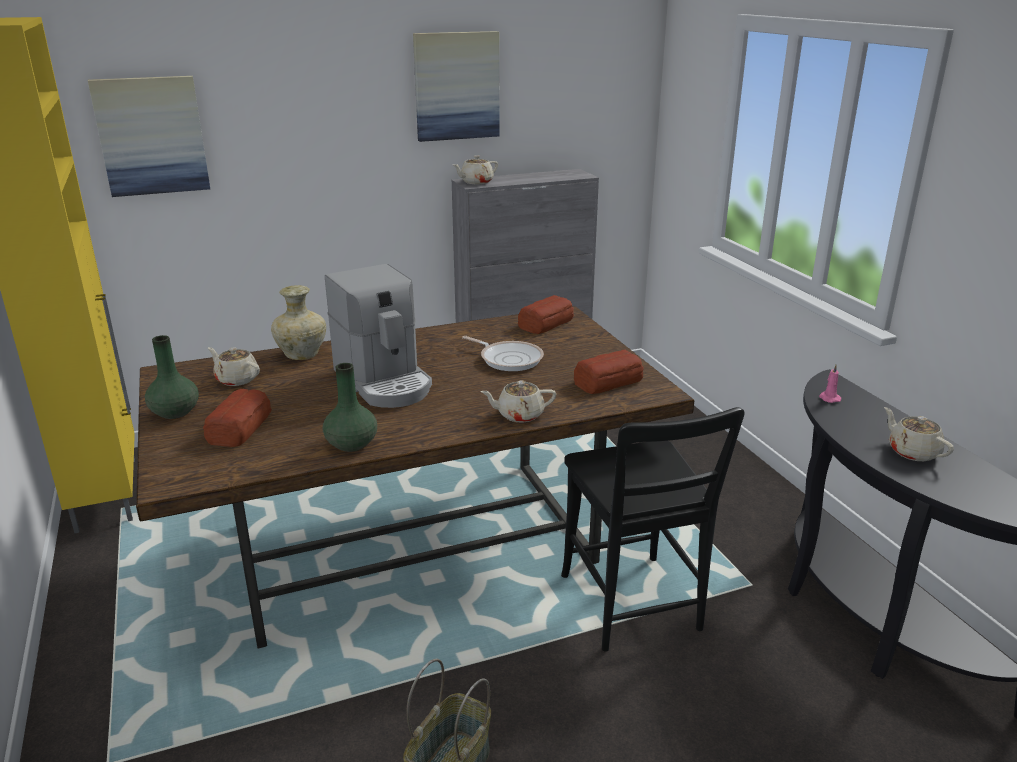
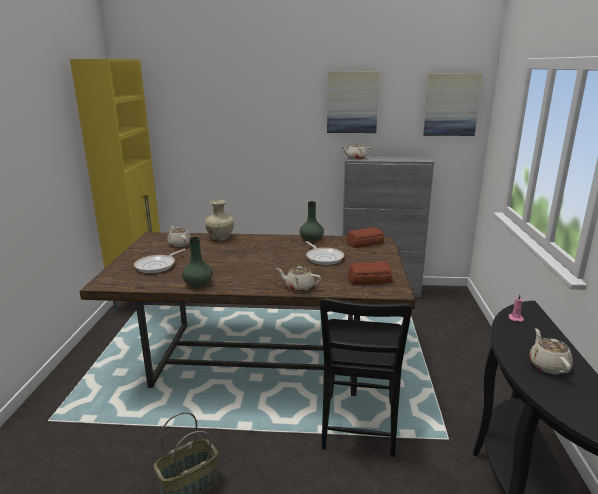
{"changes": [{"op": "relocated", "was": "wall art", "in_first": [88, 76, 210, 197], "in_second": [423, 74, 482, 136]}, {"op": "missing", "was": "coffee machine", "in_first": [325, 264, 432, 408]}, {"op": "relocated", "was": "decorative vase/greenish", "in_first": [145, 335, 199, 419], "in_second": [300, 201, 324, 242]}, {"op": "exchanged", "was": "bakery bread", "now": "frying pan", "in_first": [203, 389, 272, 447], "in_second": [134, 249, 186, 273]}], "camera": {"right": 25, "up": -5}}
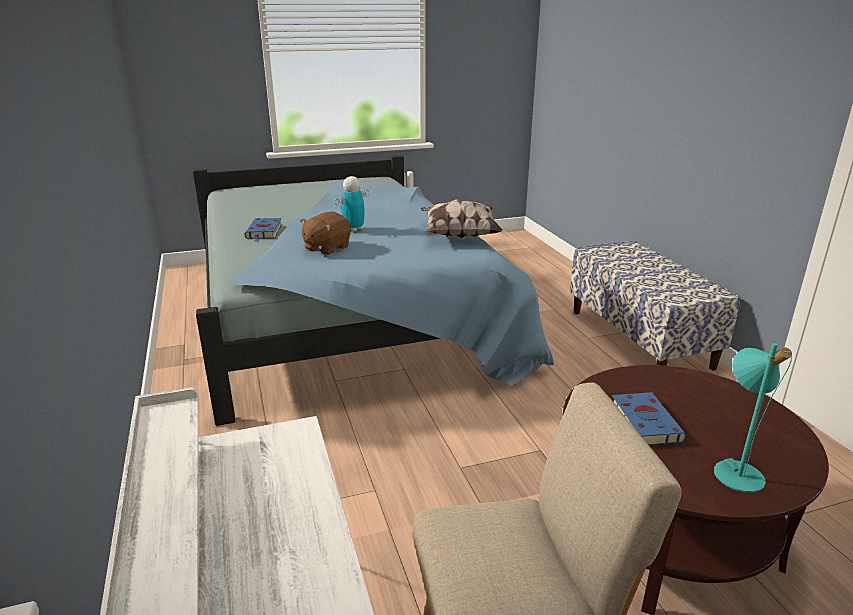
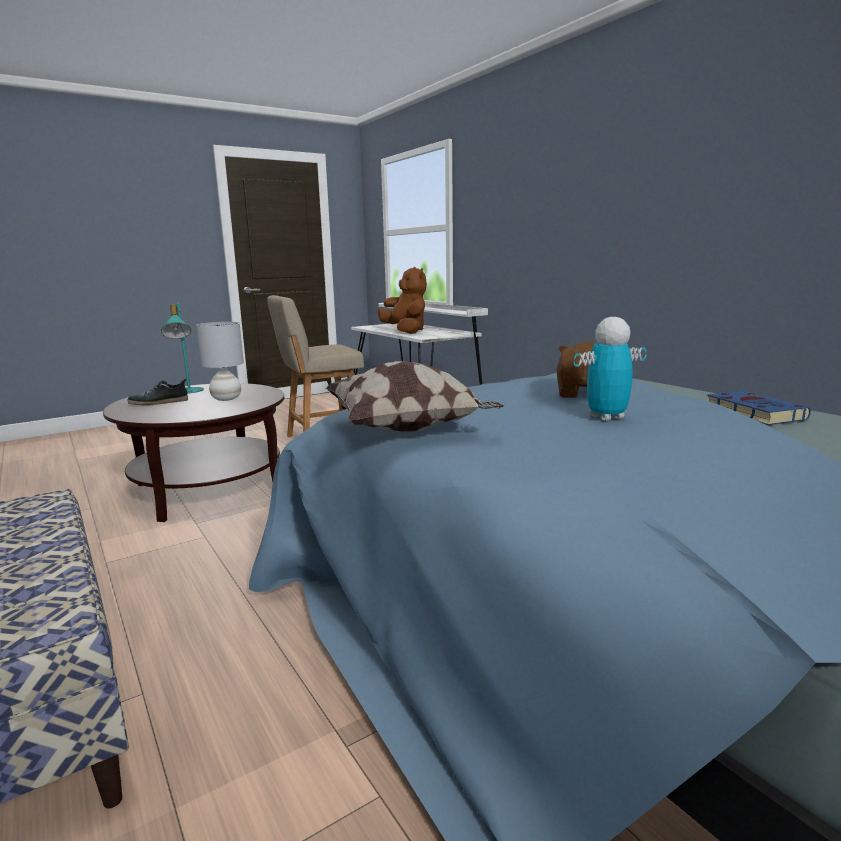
{"changes": [{"op": "spun", "was": "robot figure", "in_first": [335, 176, 369, 232], "in_second": [573, 317, 646, 421], "clockwise": -135}, {"op": "exchanged", "was": "volume/blue-coloured", "now": "lamp for a table/grey", "in_first": [612, 392, 686, 445], "in_second": [196, 322, 244, 401]}, {"op": "appeared", "now": "cuddly toy/brownish", "in_second": [377, 267, 427, 334]}, {"op": "appeared", "now": "shoe", "in_second": [127, 379, 188, 405]}], "camera": {"right": 165, "up": -10}}
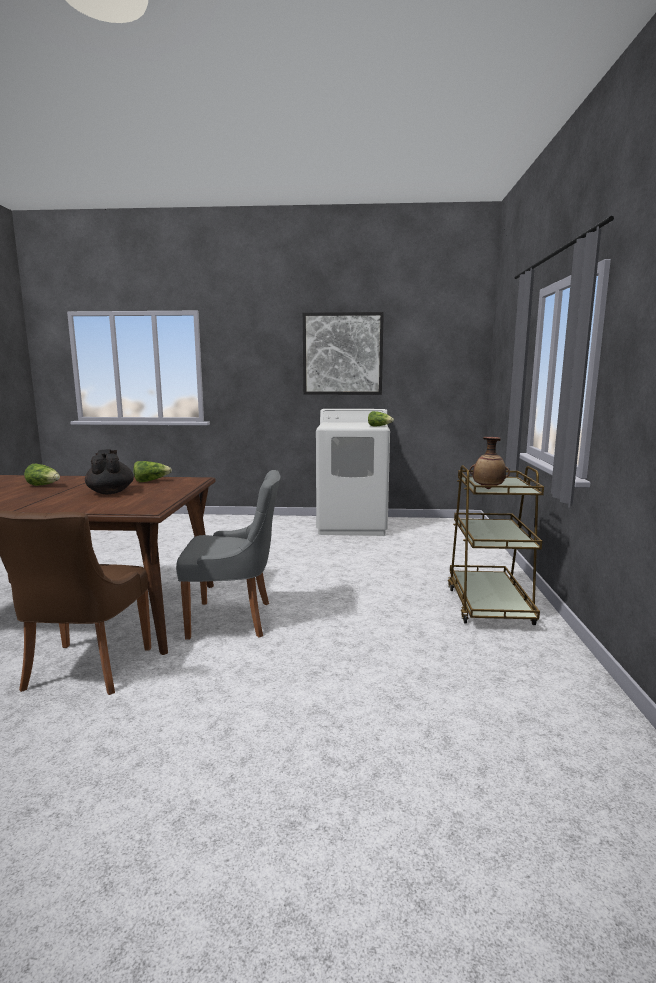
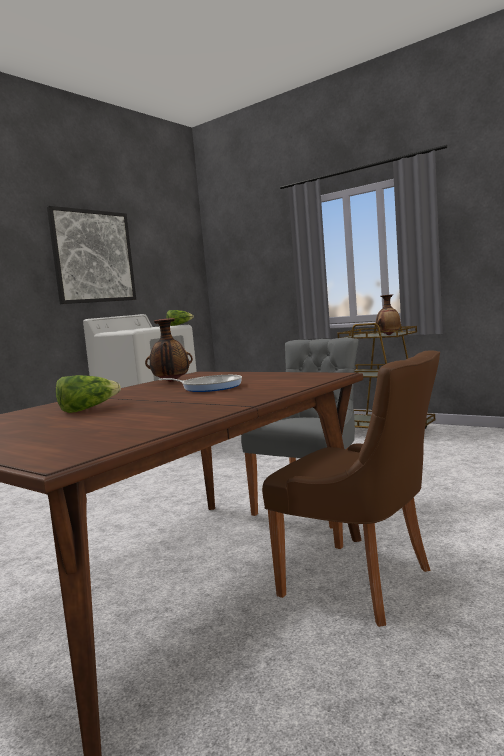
{"changes": [{"op": "exchanged", "was": "teapot/blackish", "now": "frying pan", "in_first": [85, 449, 134, 494], "in_second": [159, 375, 242, 392]}, {"op": "exchanged", "was": "lettuce", "now": "decorative vase", "in_first": [133, 461, 172, 482], "in_second": [145, 318, 193, 382]}], "camera": {"right": -55, "up": -5}}
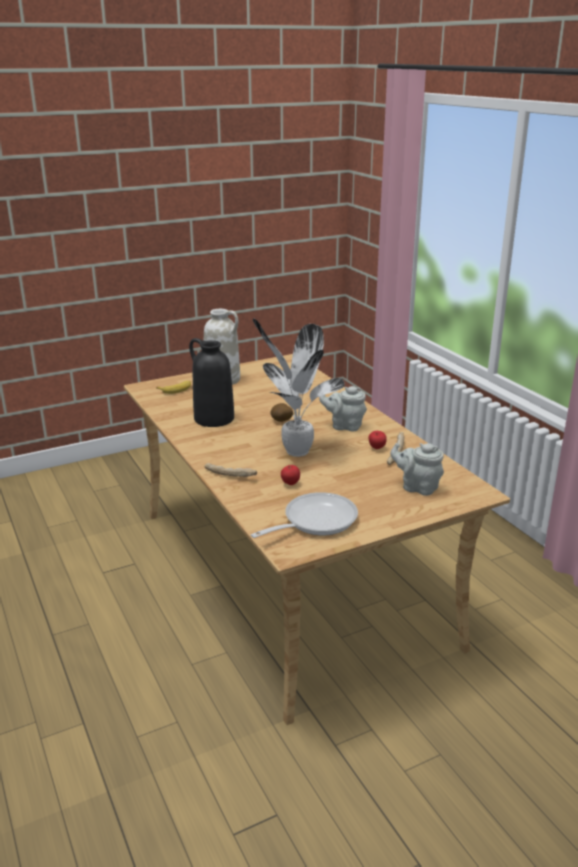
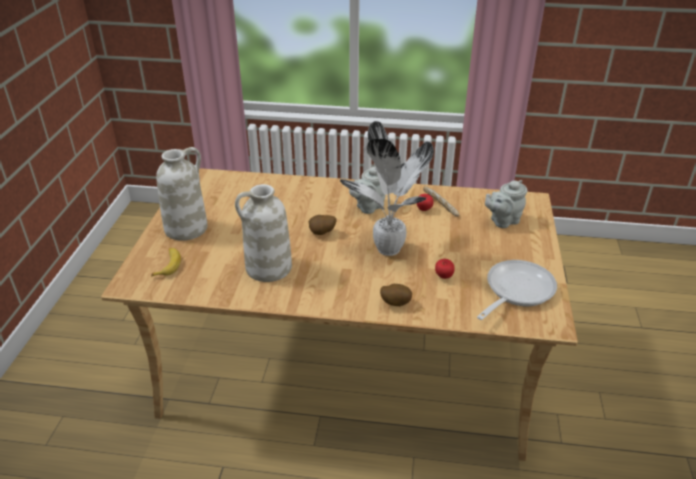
{"changes": [{"op": "colour", "was": "decorative vase/blackish", "now": "decorative vase/white-coloured", "in_first": [189, 338, 234, 427], "in_second": [235, 184, 292, 282]}, {"op": "exchanged", "was": "bakery bread", "now": "spud", "in_first": [204, 463, 257, 477], "in_second": [380, 284, 412, 306]}, {"op": "spun", "was": "frying pan", "in_first": [251, 492, 358, 538], "in_second": [477, 260, 557, 320], "clockwise": 45}], "camera": {"right": -55, "up": 10}}
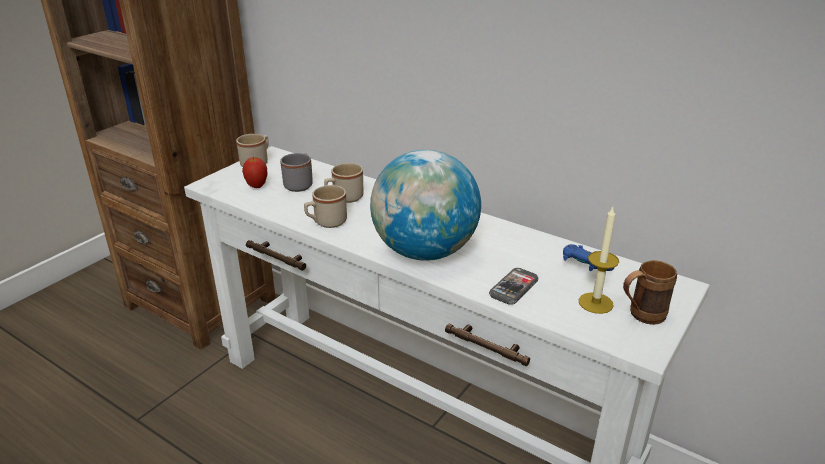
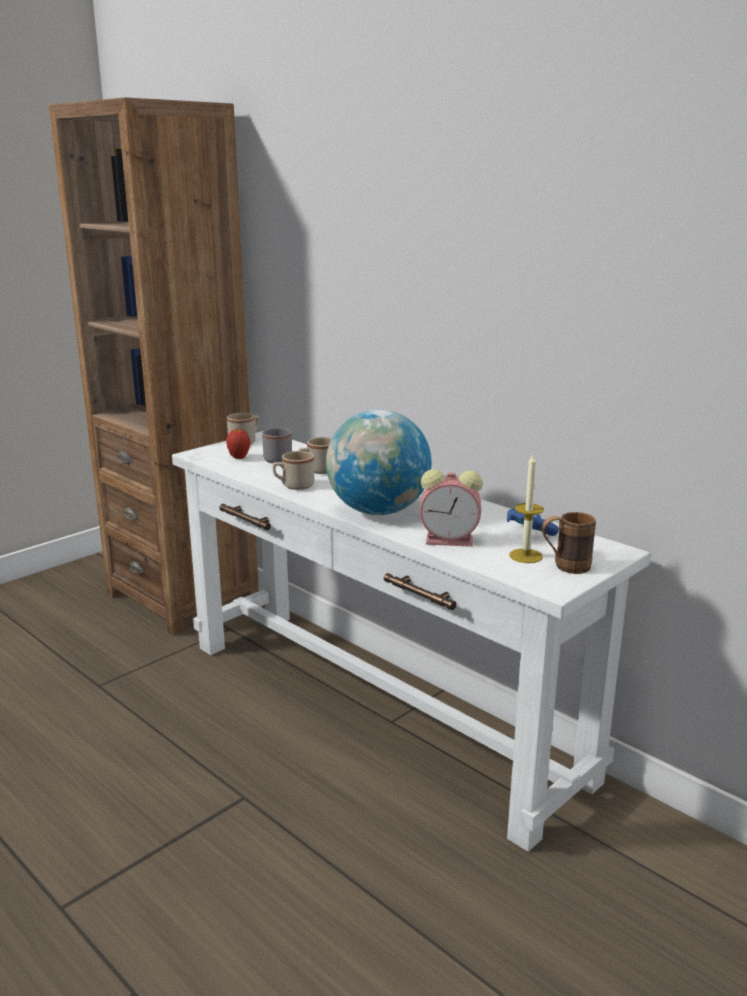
{"changes": [{"op": "exchanged", "was": "handset", "now": "alarm clock", "in_first": [489, 268, 539, 305], "in_second": [420, 469, 483, 547]}], "camera": {"right": 10, "up": -10}}
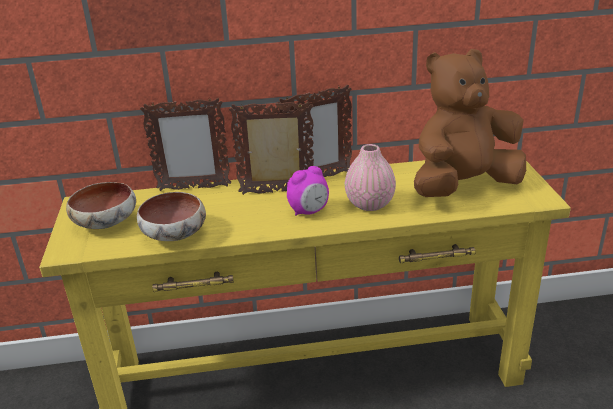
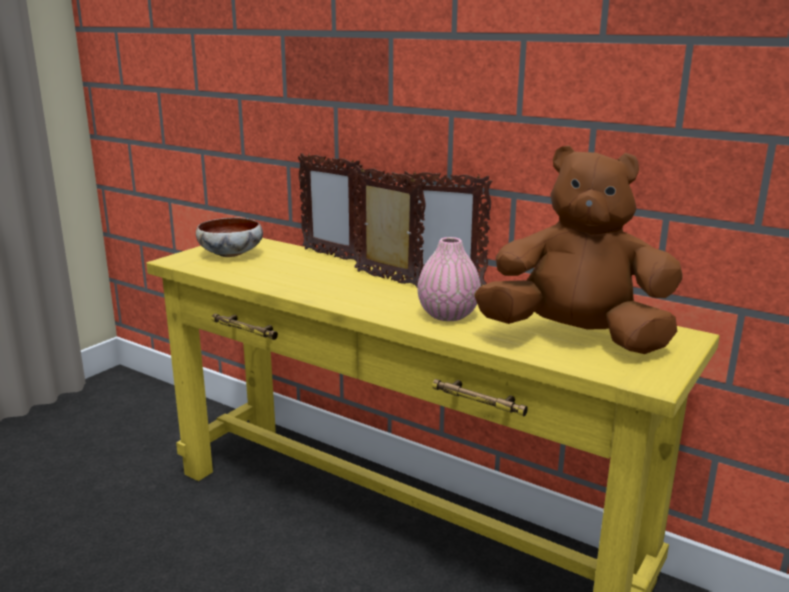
{"changes": [{"op": "missing", "was": "alarm clock", "in_first": [287, 166, 329, 216]}, {"op": "missing", "was": "bowl", "in_first": [137, 192, 206, 241]}], "camera": {"right": 40, "up": -10}}
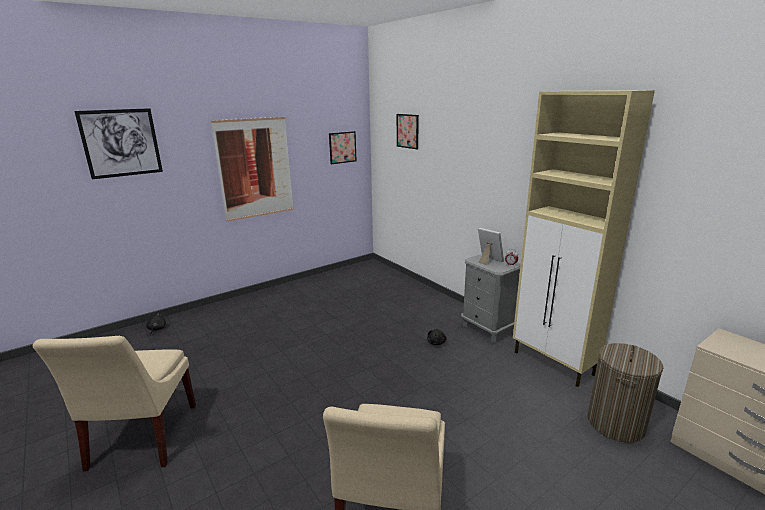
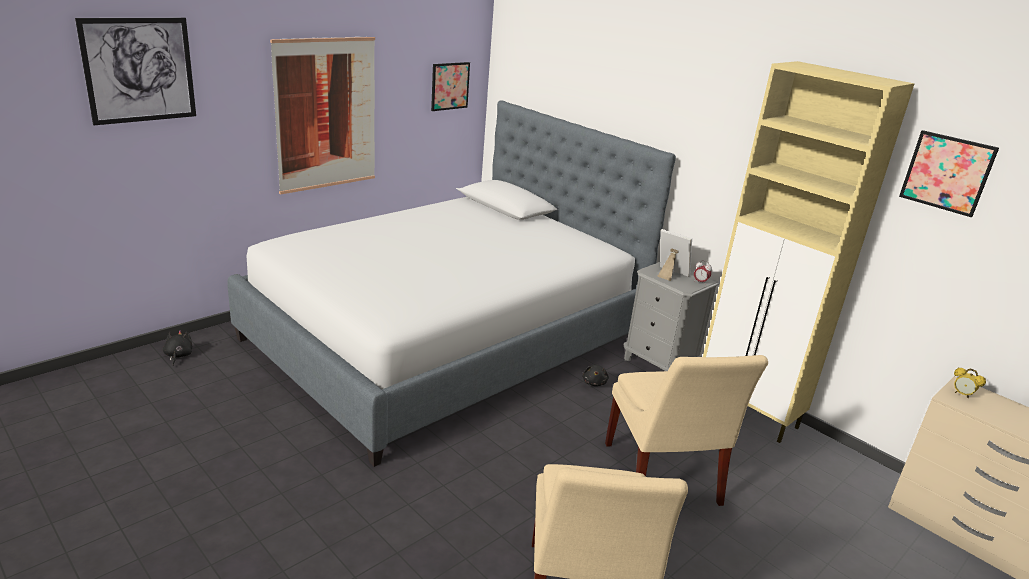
{"changes": [{"op": "relocated", "was": "wall art", "in_first": [397, 114, 419, 149], "in_second": [899, 130, 999, 217]}, {"op": "relocated", "was": "plain chair/beige", "in_first": [33, 336, 196, 472], "in_second": [605, 355, 768, 506]}, {"op": "missing", "was": "washing basket", "in_first": [588, 343, 663, 443]}, {"op": "appeared", "now": "sleeping bed", "in_second": [227, 100, 676, 467]}, {"op": "appeared", "now": "alarm clock", "in_second": [954, 367, 986, 398]}], "camera": {"right": -10, "up": 5}}
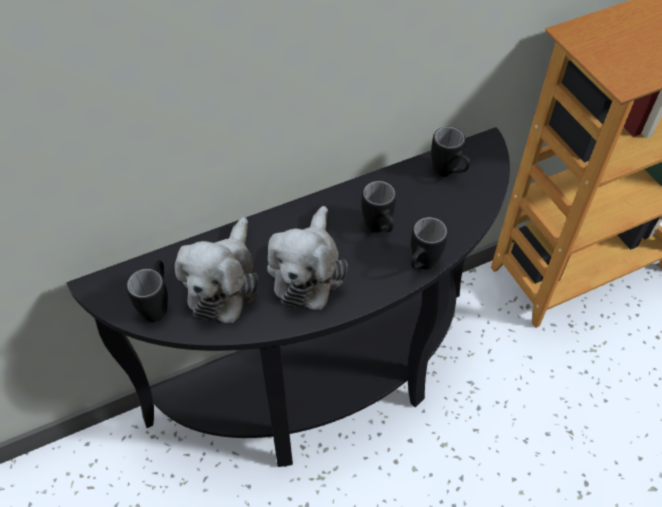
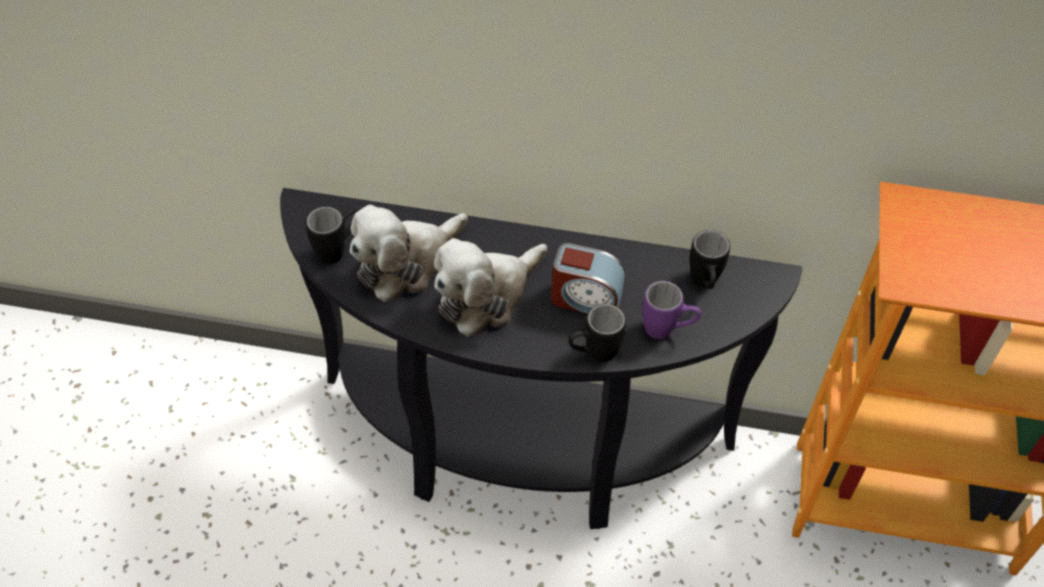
{"changes": [{"op": "exchanged", "was": "mug/blackish", "now": "alarm clock", "in_first": [361, 181, 396, 233], "in_second": [551, 243, 625, 314]}, {"op": "appeared", "now": "mug/purplish", "in_second": [642, 281, 701, 339]}], "camera": {"right": 35, "up": 0}}
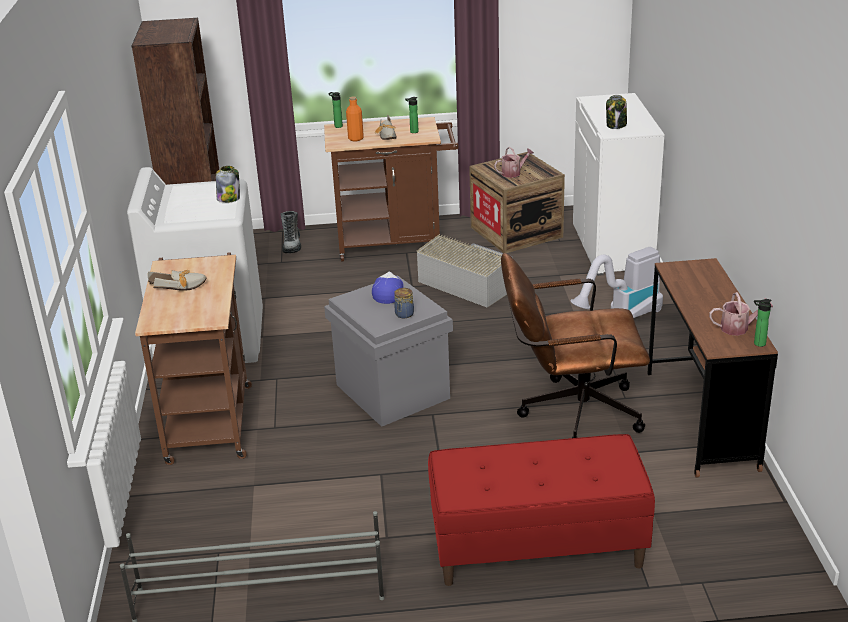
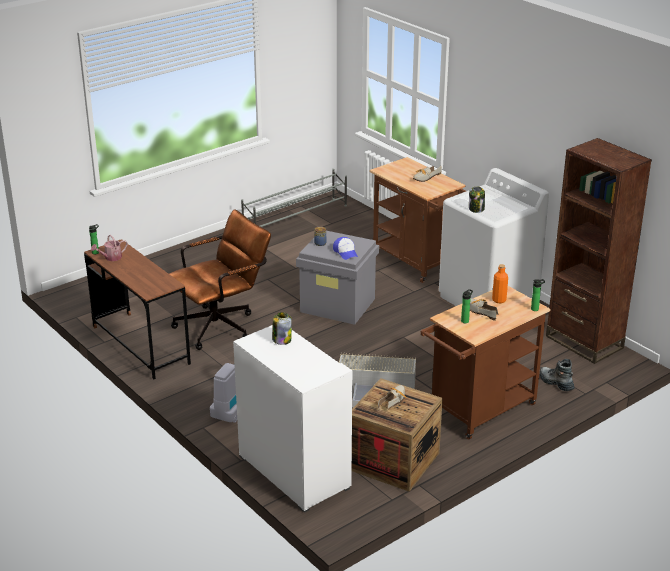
{"changes": [{"op": "exchanged", "was": "watering can", "now": "shoe", "in_first": [494, 147, 534, 178], "in_second": [377, 385, 407, 410]}, {"op": "missing", "was": "bench/reddish", "in_first": [428, 434, 655, 586]}], "camera": {"right": 145, "up": 0}}
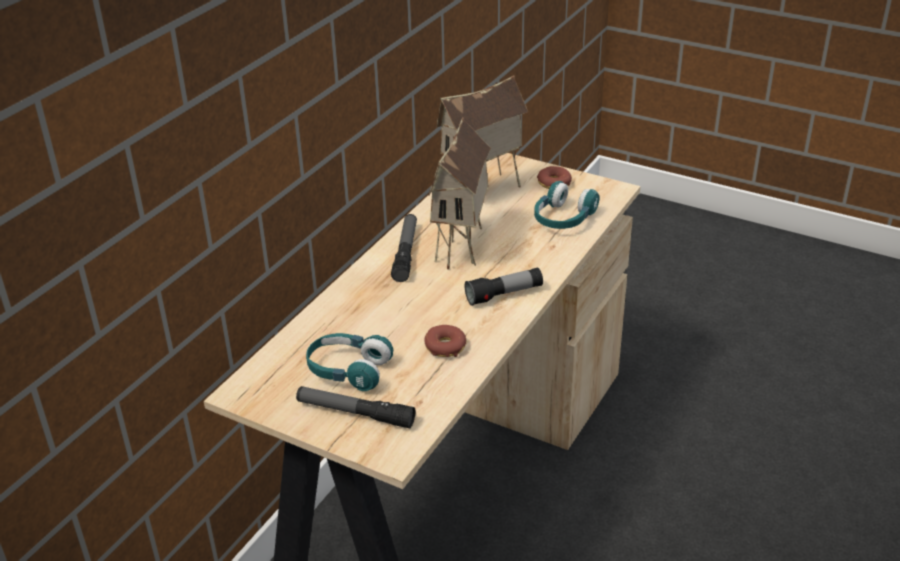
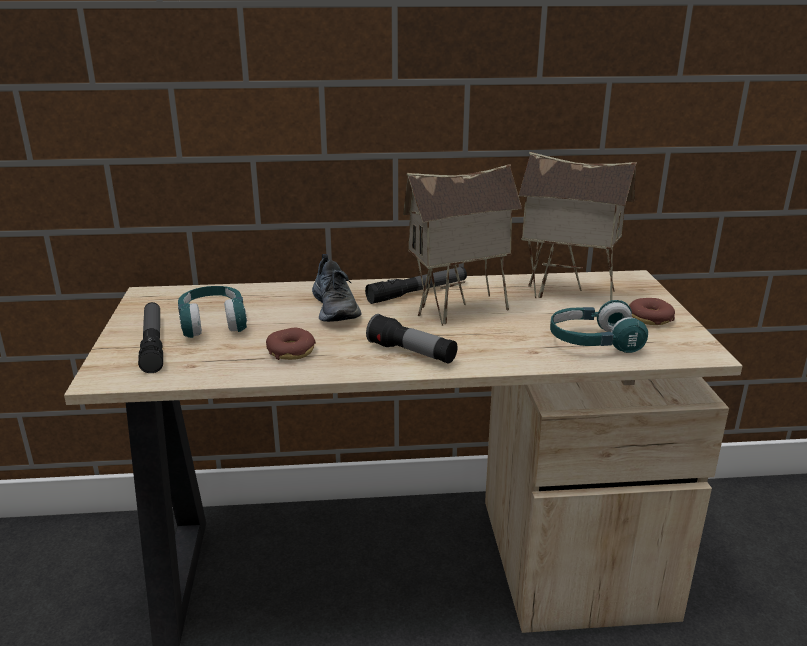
{"changes": [{"op": "appeared", "now": "shoe", "in_second": [312, 254, 361, 322]}], "camera": {"right": 55, "up": -10}}
